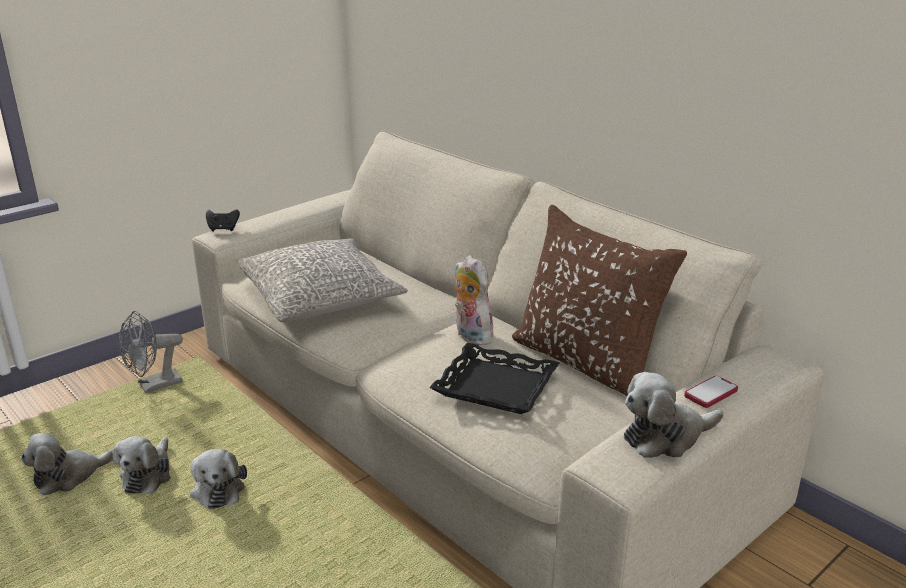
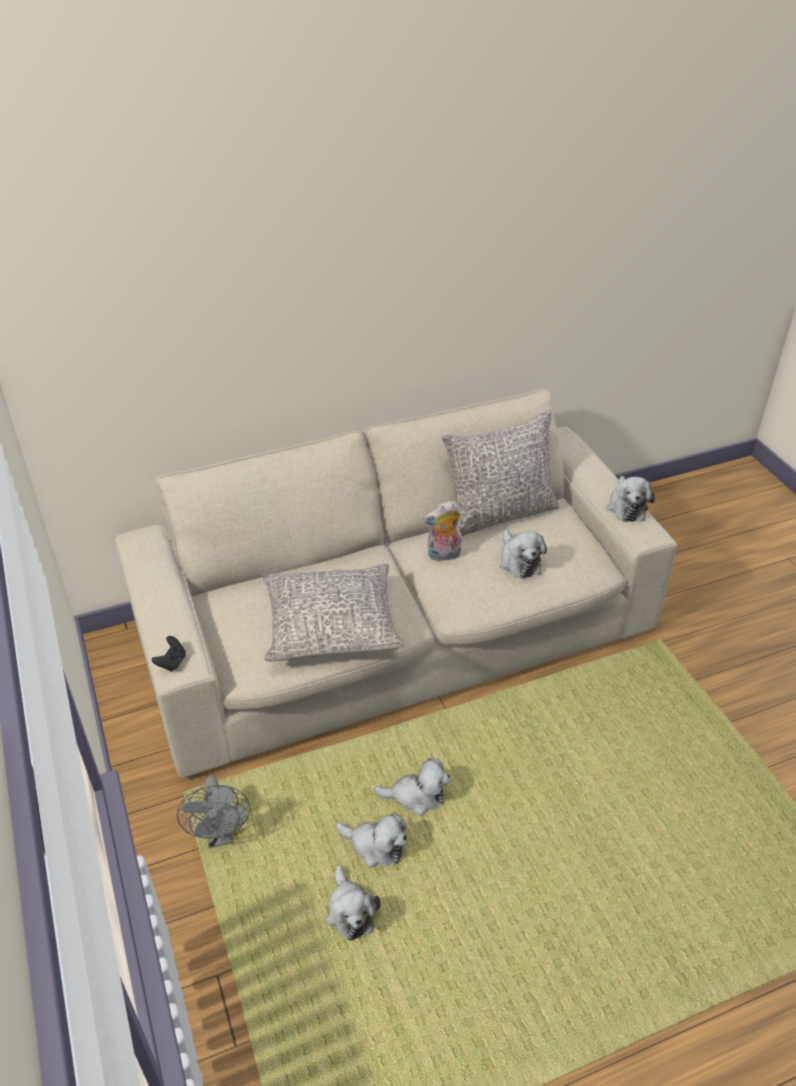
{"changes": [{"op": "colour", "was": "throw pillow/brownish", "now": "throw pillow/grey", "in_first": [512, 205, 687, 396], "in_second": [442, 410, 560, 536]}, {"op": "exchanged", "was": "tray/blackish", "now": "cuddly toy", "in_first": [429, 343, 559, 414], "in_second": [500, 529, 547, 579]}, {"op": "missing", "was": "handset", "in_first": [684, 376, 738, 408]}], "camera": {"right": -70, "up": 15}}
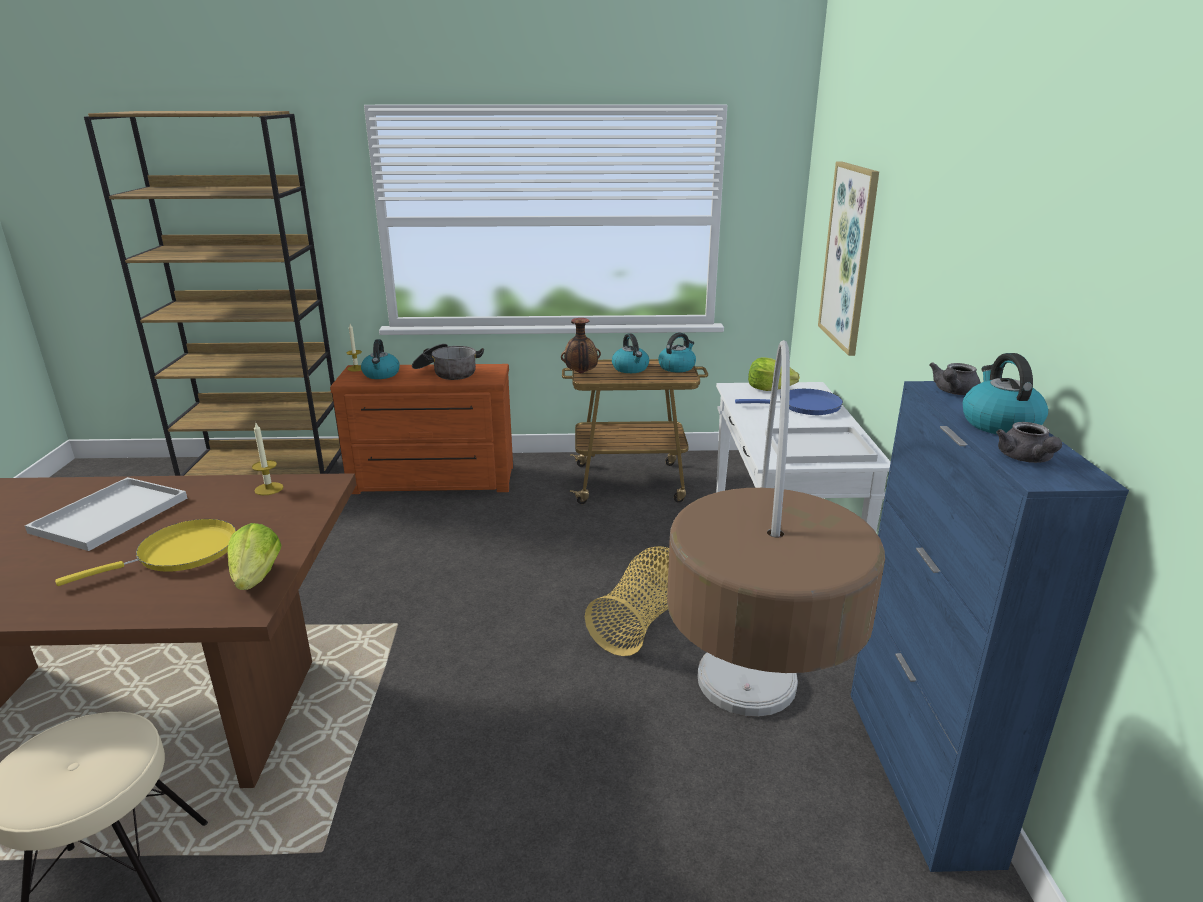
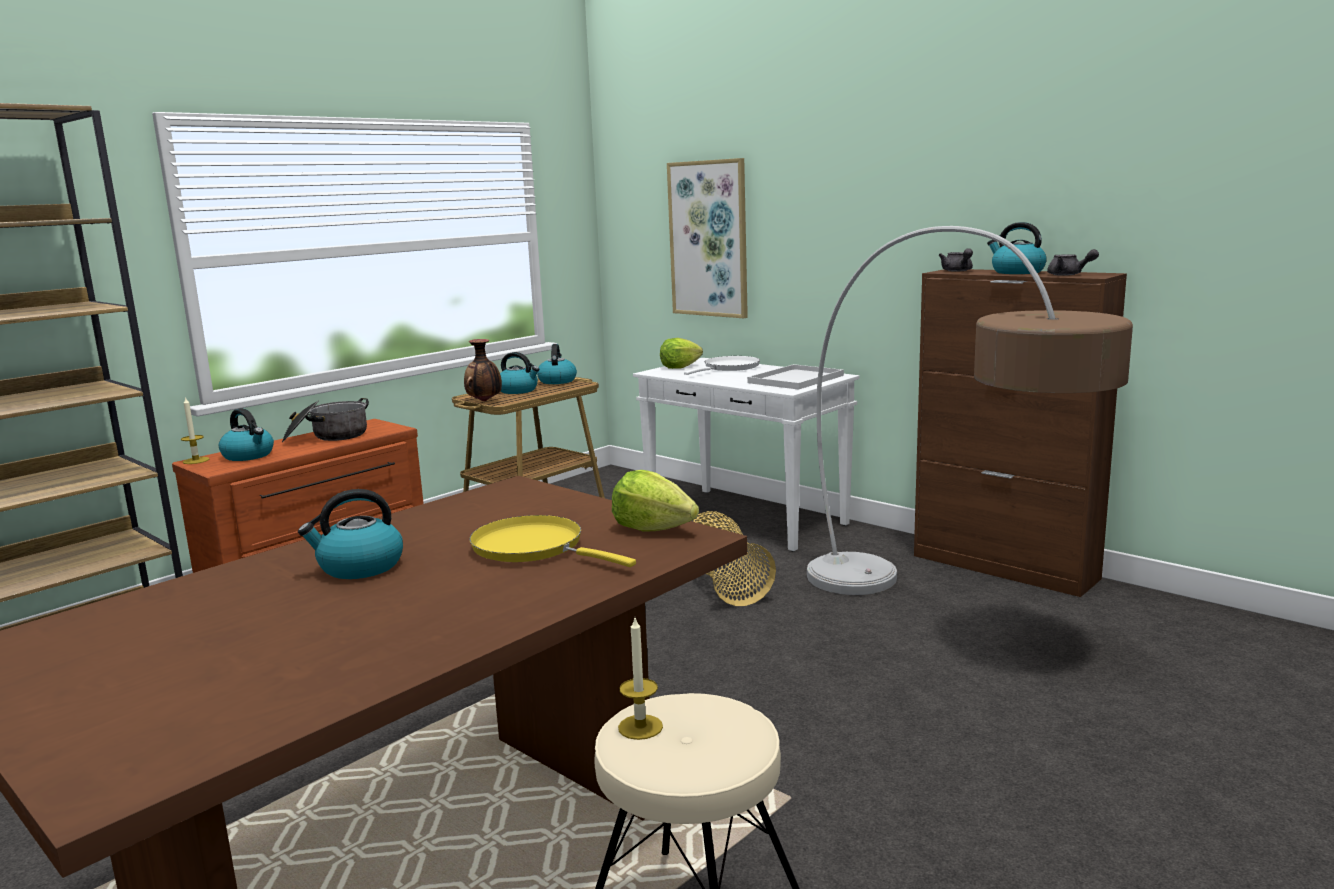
{"changes": [{"op": "colour", "was": "cupboard/blue-coloured", "now": "cupboard/brownish", "in_first": [851, 381, 1129, 872], "in_second": [914, 269, 1127, 597]}, {"op": "colour", "was": "frying pan/blue-coloured", "now": "frying pan/white-coloured", "in_first": [735, 389, 843, 415], "in_second": [684, 356, 760, 375]}, {"op": "relocated", "was": "wax candle", "in_first": [252, 423, 283, 495], "in_second": [618, 618, 663, 740]}, {"op": "exchanged", "was": "tray/white-coloured", "now": "tea kettle", "in_first": [25, 477, 187, 551], "in_second": [298, 489, 403, 579]}, {"op": "spun", "was": "frying pan/yellow", "in_first": [55, 519, 236, 586], "in_second": [469, 515, 636, 567], "clockwise": -60}], "camera": {"right": -45, "up": -10}}
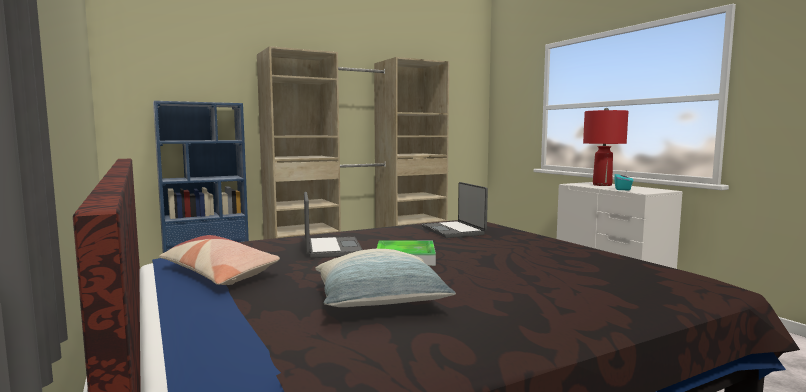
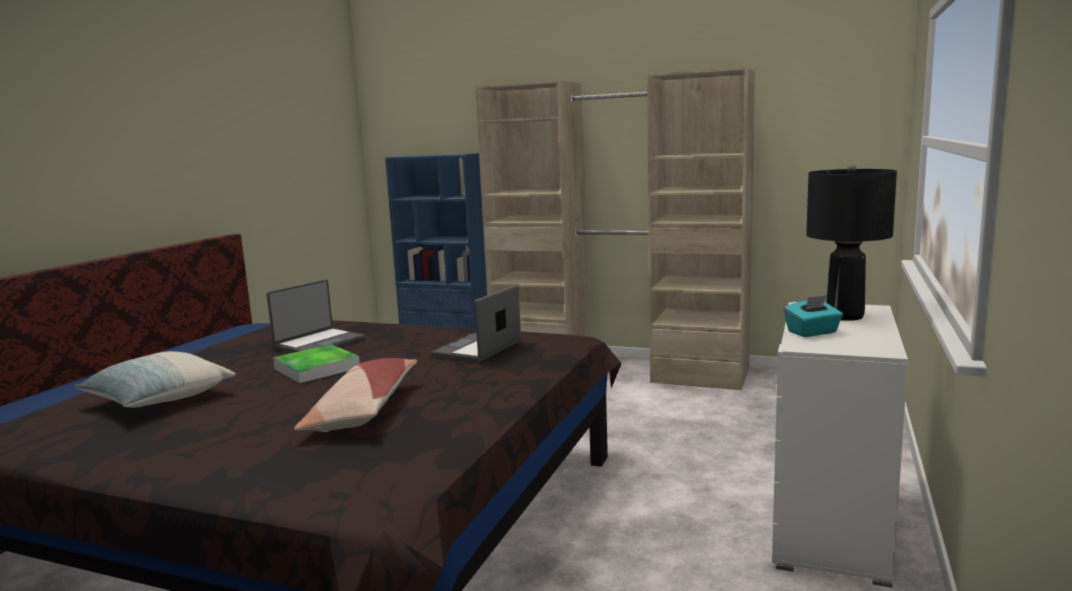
{"changes": [{"op": "colour", "was": "lamp for a table/reddish", "now": "lamp for a table/blackish", "in_first": [583, 108, 628, 186], "in_second": [806, 165, 897, 321]}, {"op": "relocated", "was": "throw pillow", "in_first": [159, 235, 280, 285], "in_second": [294, 358, 417, 432]}], "camera": {"right": 50, "up": 5}}
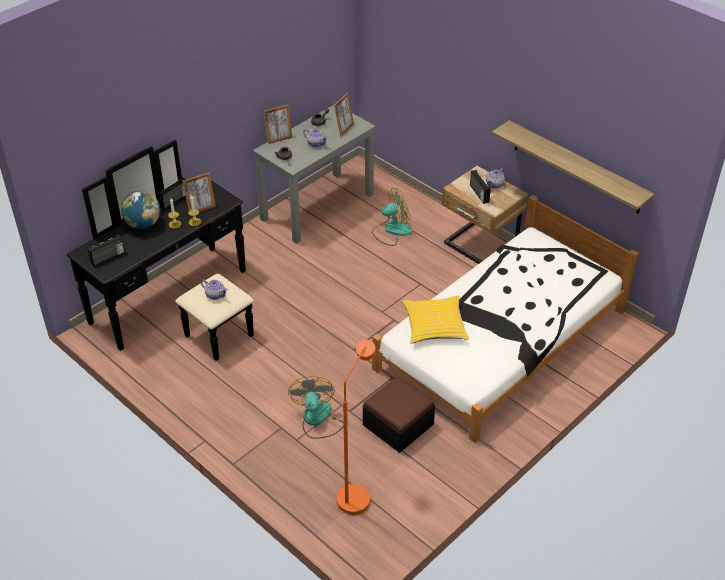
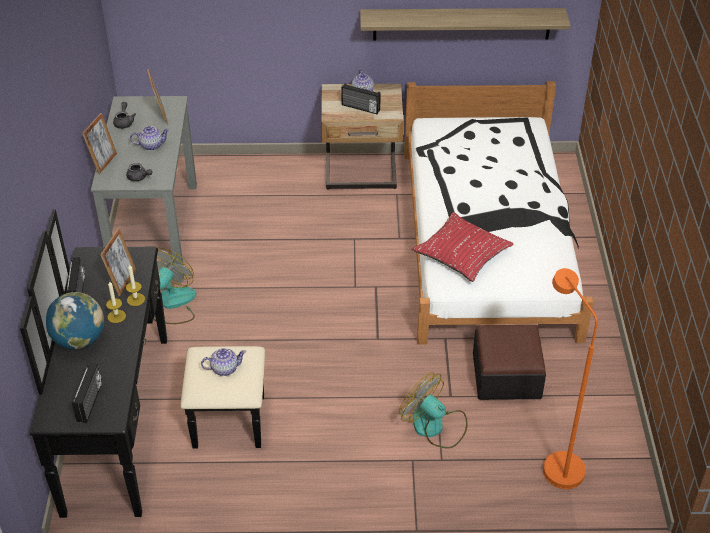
{"changes": [{"op": "relocated", "was": "electric fan", "in_first": [372, 188, 412, 246], "in_second": [153, 248, 197, 324]}, {"op": "colour", "was": "throw pillow/yellow", "now": "throw pillow/reddish", "in_first": [402, 295, 469, 344], "in_second": [411, 212, 514, 282]}], "camera": {"right": -45, "up": 0}}
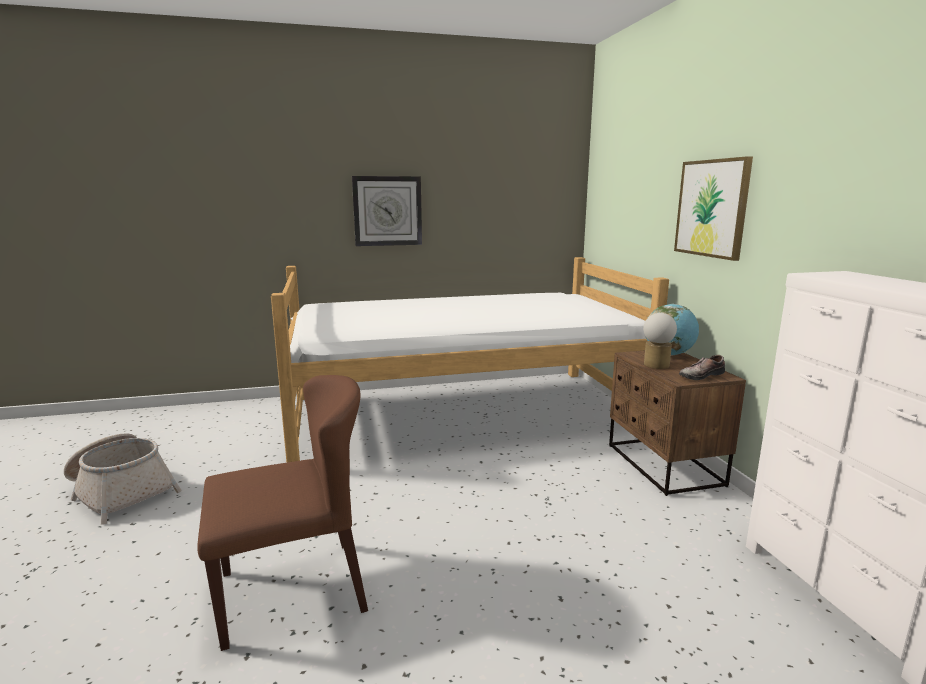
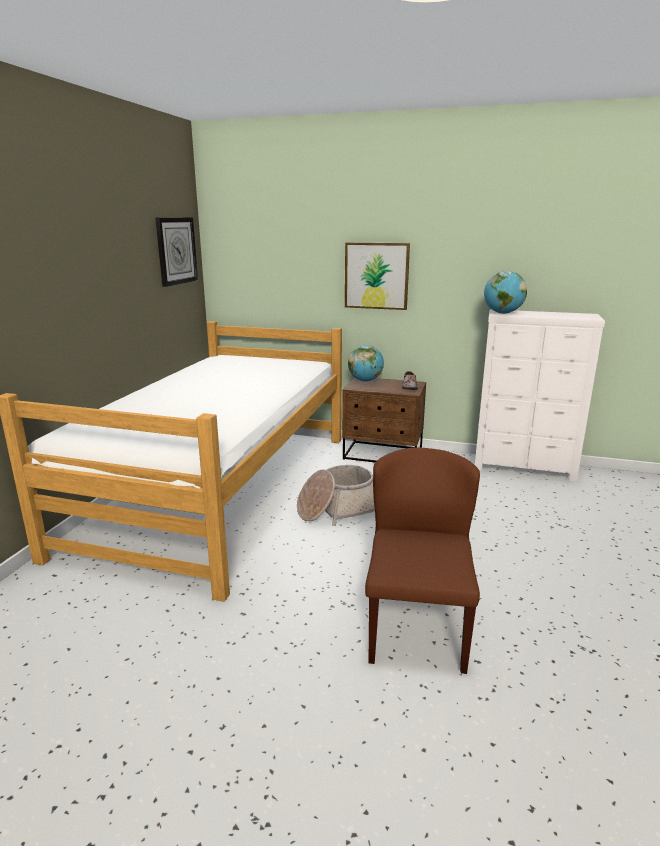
{"changes": [{"op": "relocated", "was": "hanging clock", "in_first": [352, 176, 422, 246], "in_second": [155, 217, 198, 287]}, {"op": "missing", "was": "lamp for a table", "in_first": [643, 313, 677, 369]}, {"op": "relocated", "was": "storage basket", "in_first": [64, 433, 182, 525], "in_second": [297, 465, 375, 526]}, {"op": "appeared", "now": "desk globe", "in_second": [484, 271, 527, 314]}], "camera": {"right": -60, "up": 5}}
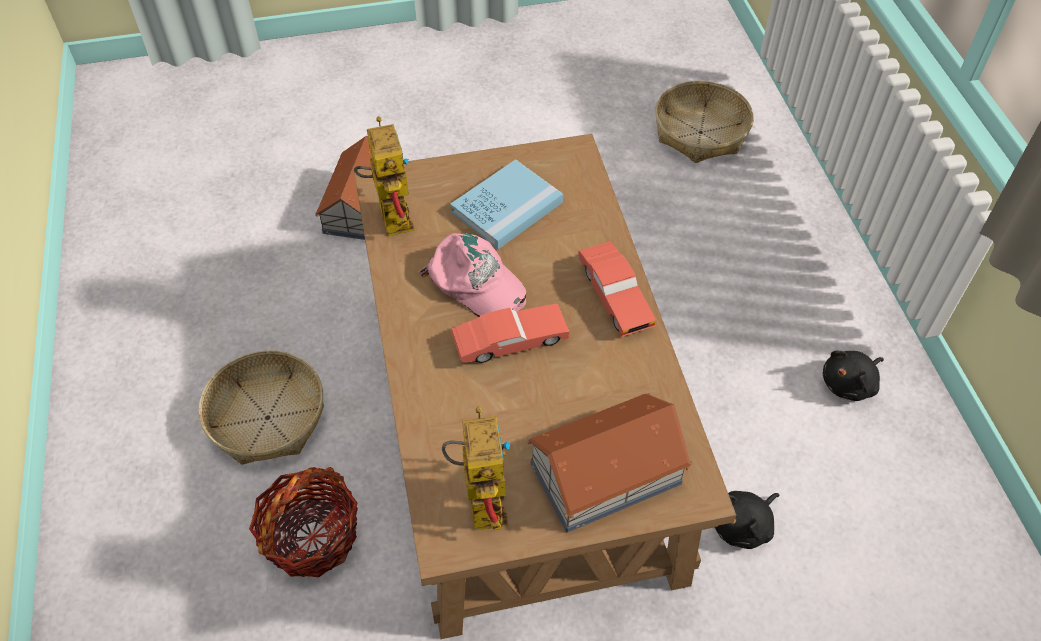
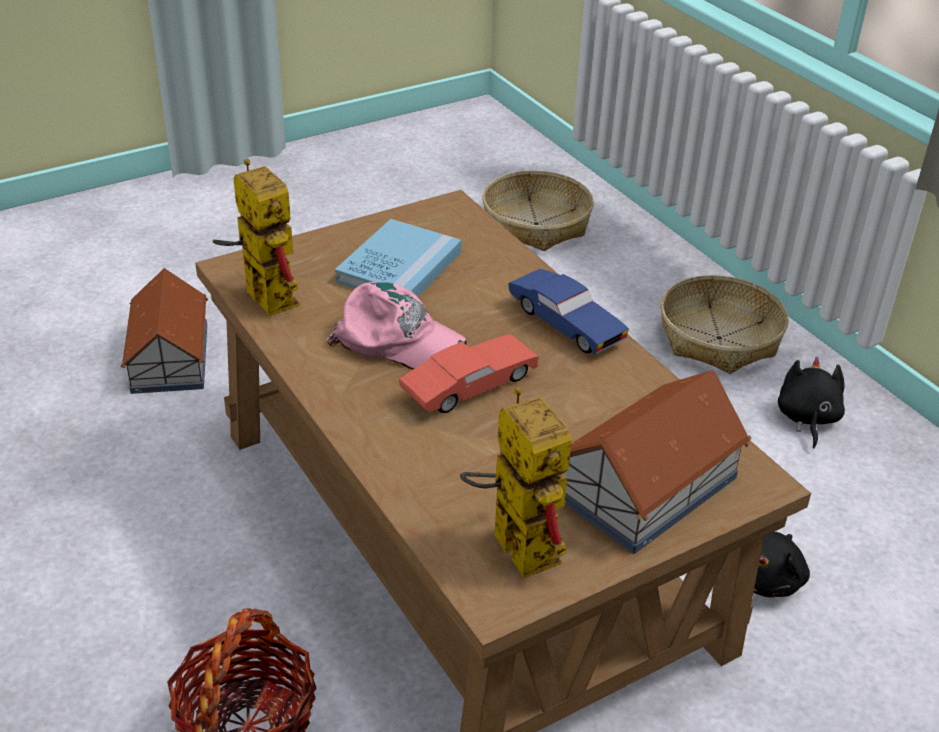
{"changes": [{"op": "colour", "was": "miniature car/reddish", "now": "miniature car/blue-coloured", "in_first": [578, 241, 656, 337], "in_second": [508, 269, 629, 354]}, {"op": "relocated", "was": "storage basket", "in_first": [199, 350, 324, 465], "in_second": [660, 275, 788, 374]}, {"op": "spun", "was": "cuddly toy/blackish", "in_first": [823, 350, 884, 401], "in_second": [778, 357, 845, 449], "clockwise": 150}], "camera": {"right": -20, "up": -15}}
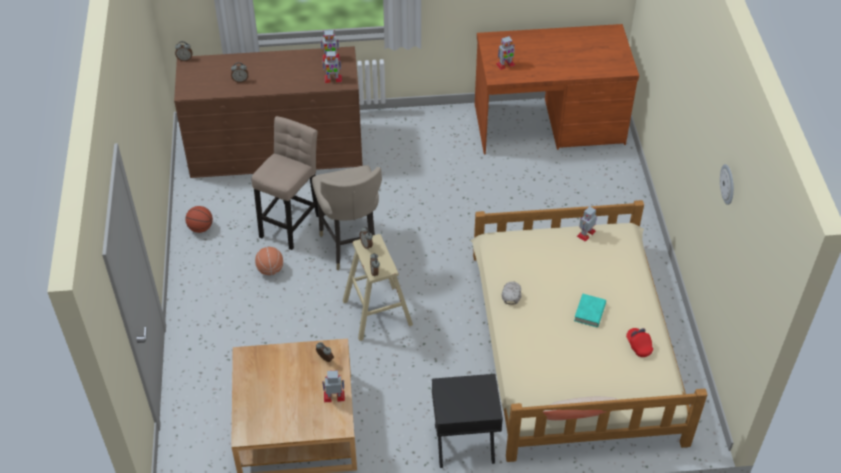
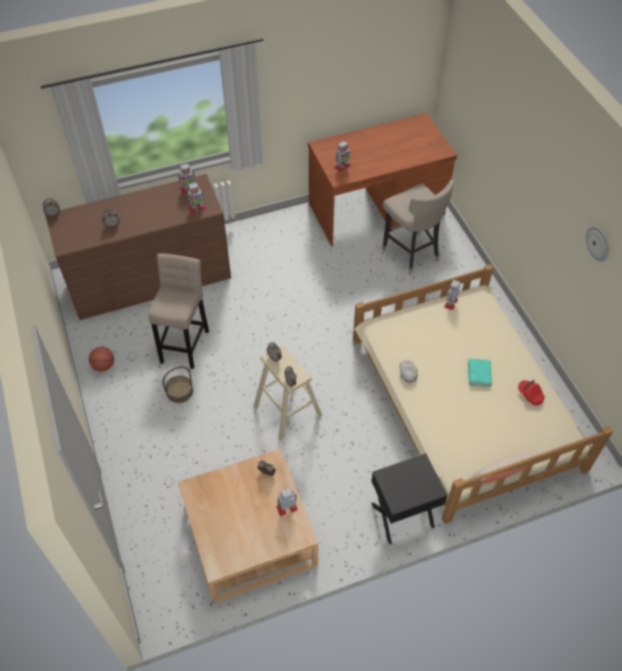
{"changes": [{"op": "relocated", "was": "stool/beige", "in_first": [312, 165, 382, 270], "in_second": [382, 180, 454, 275]}, {"op": "exchanged", "was": "basketball ball", "now": "storage basket", "in_first": [255, 247, 283, 275], "in_second": [163, 366, 193, 403]}], "camera": {"right": -15, "up": 5}}
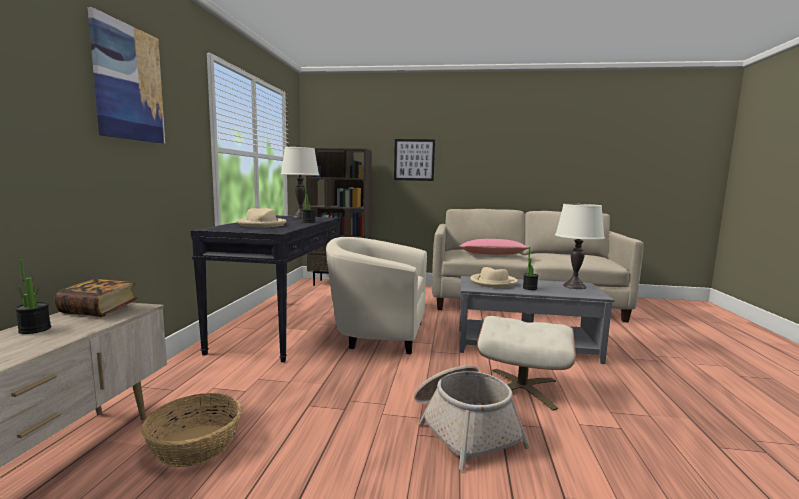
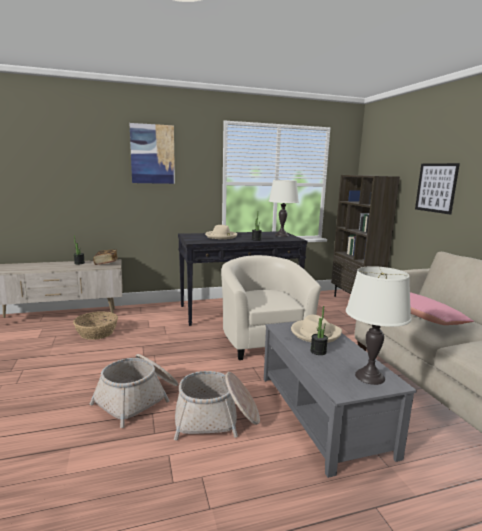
{"changes": [{"op": "exchanged", "was": "footrest/beige", "now": "storage basket", "in_first": [477, 316, 576, 411], "in_second": [174, 371, 260, 441]}], "camera": {"right": 65, "up": 5}}
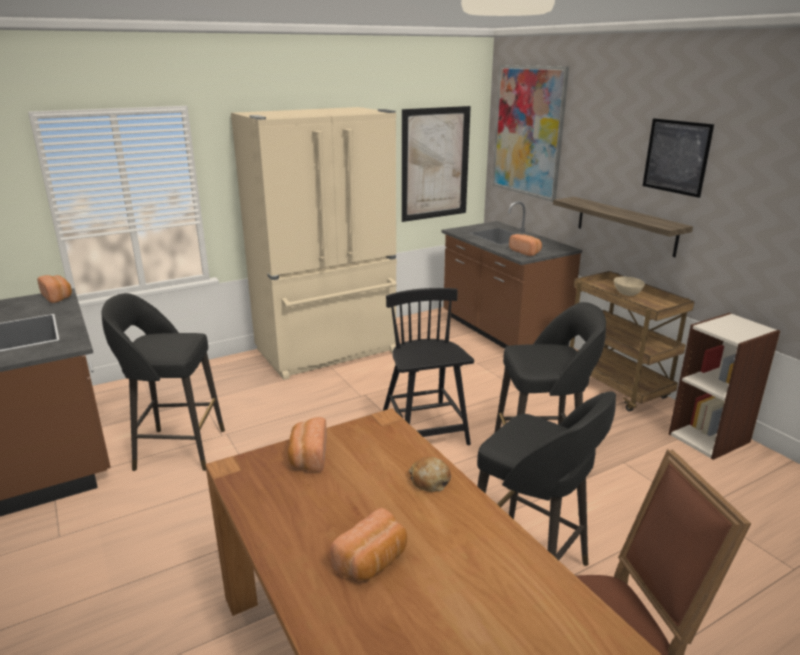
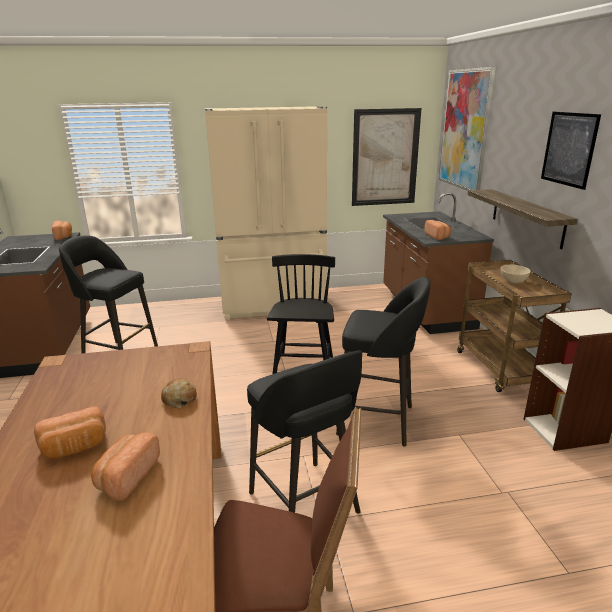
{"changes": [{"op": "relocated", "was": "bakery bread", "in_first": [288, 417, 327, 472], "in_second": [91, 433, 160, 501]}], "camera": {"right": 20, "up": 0}}
